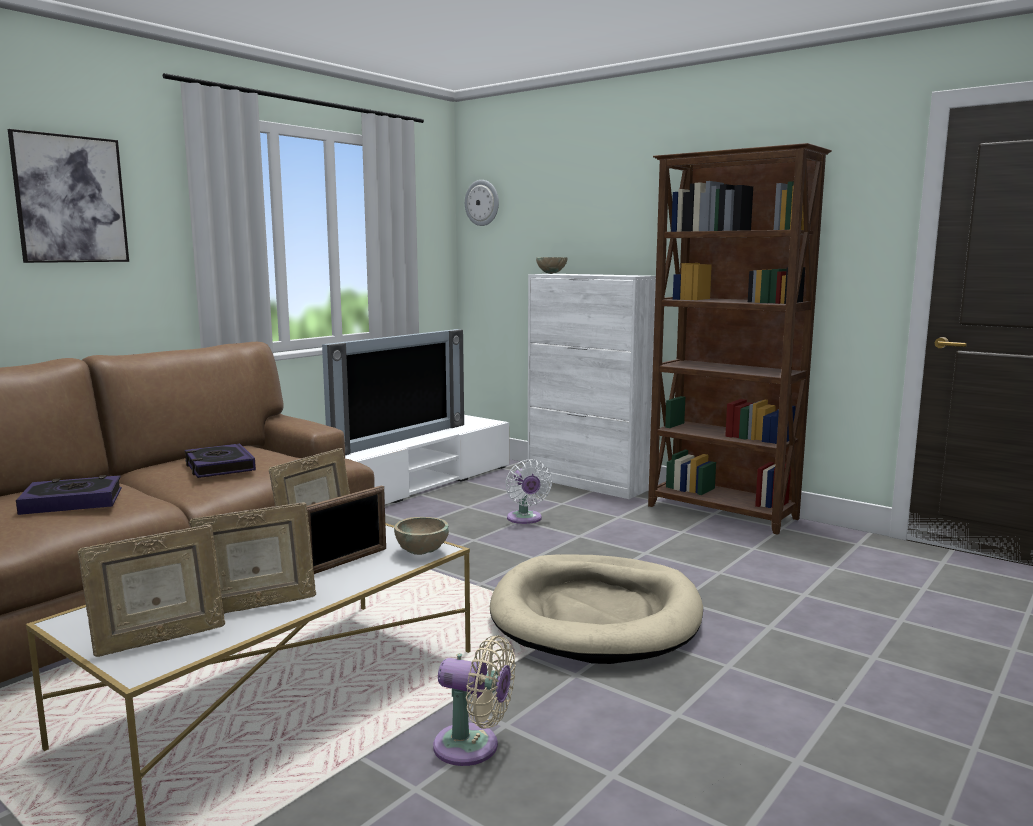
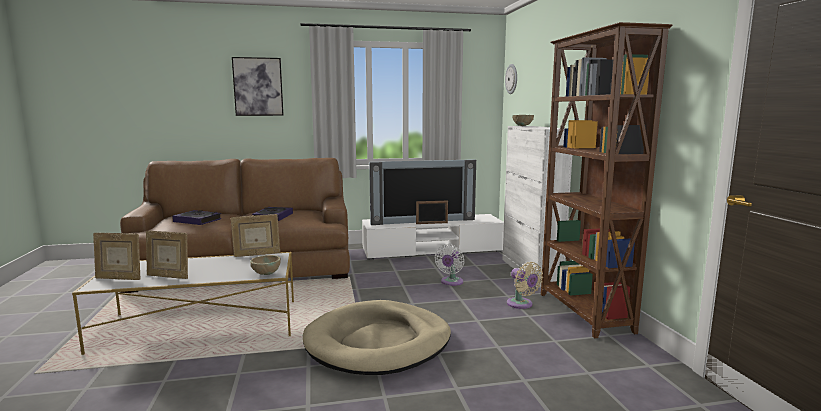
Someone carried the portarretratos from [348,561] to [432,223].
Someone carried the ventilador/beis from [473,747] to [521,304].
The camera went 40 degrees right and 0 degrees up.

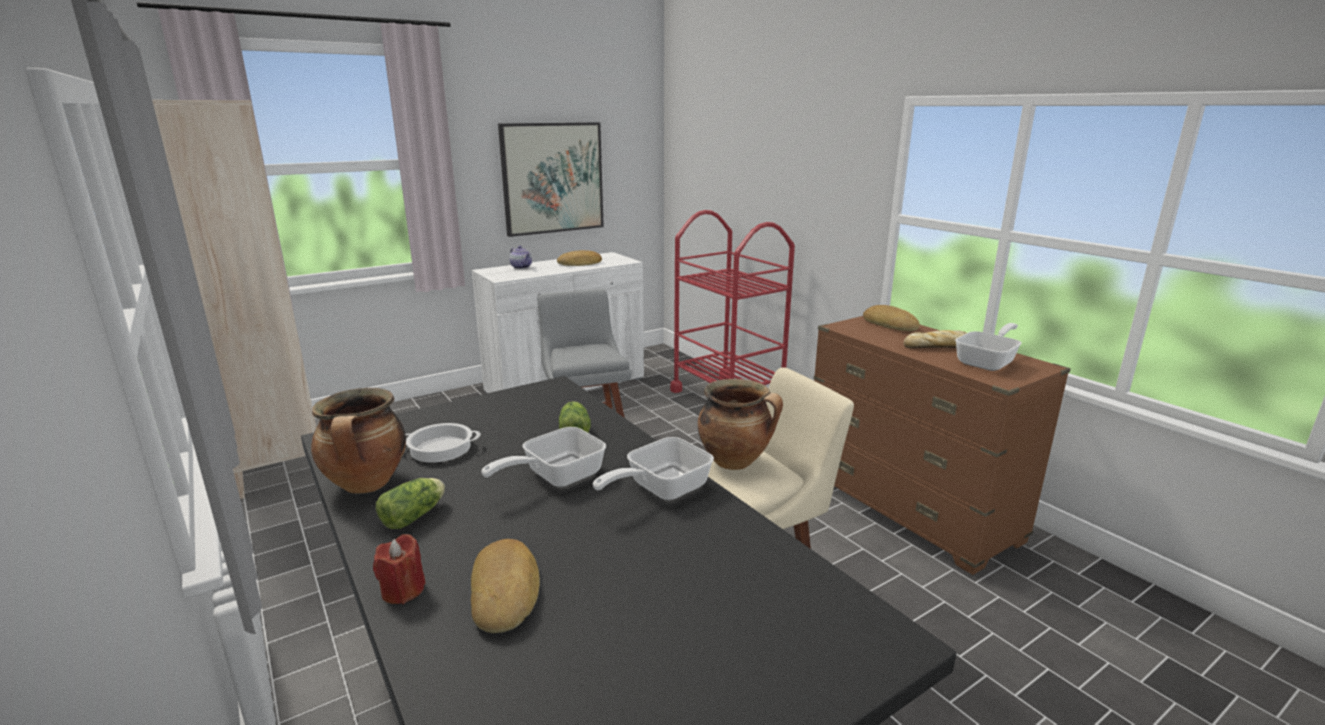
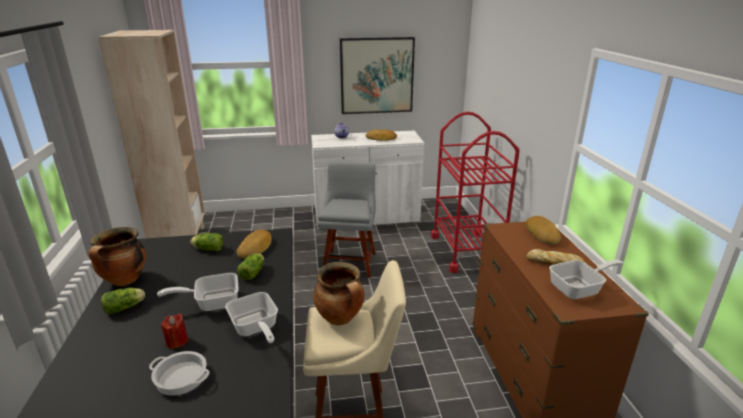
Someone carried the vela/rojo from [403,590] to [177,341].
Someone carried the olla from [441,448] to [181,377].
Someone carried the pan from [506,591] to [255,248].
Someone rotated the sartén at [660,489] by 105 degrees counterclockwise.
Someone put down the lechuga at [207,249].
The camera went 25 degrees right and 5 degrees up.

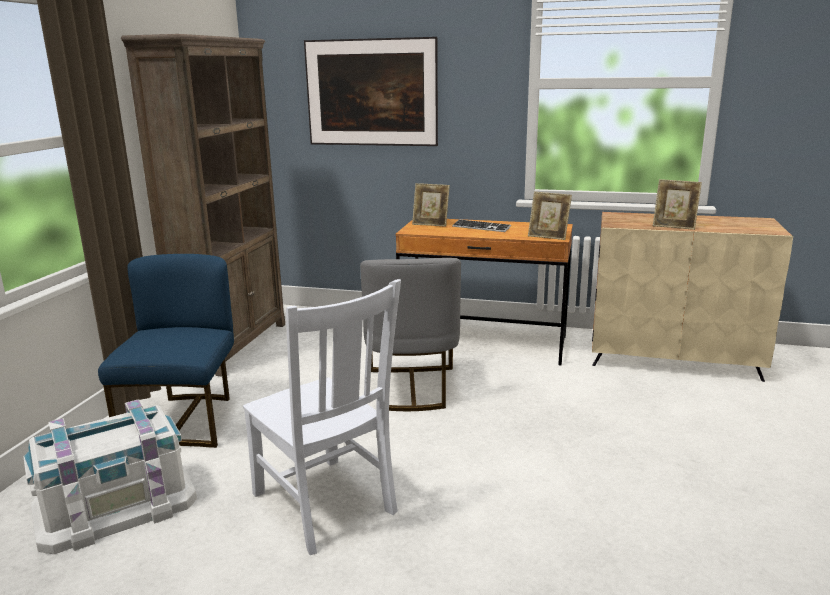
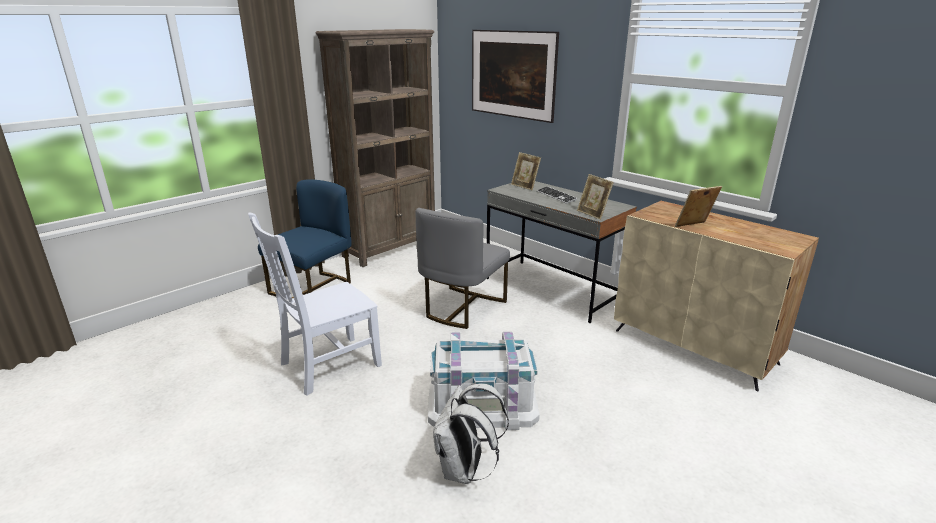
Someone carried the caja de almacenaje/blanco from [116,504] to [482,403].
Someone rotated the silla/blanco at [326,505] by 60 degrees clockwise.
Someone repainted the escritorio/marrón at [483,343], which became the escritorio/gris at [552,290].
Someone rotated the portarretratos at [674,226] by 105 degrees clockwise.
Someone put down the mochila/blanco at [465,470].
The camera went 30 degrees right and 5 degrees up.

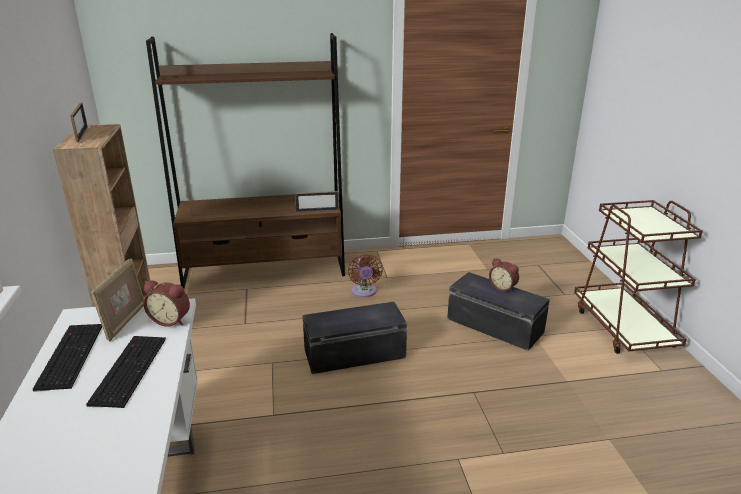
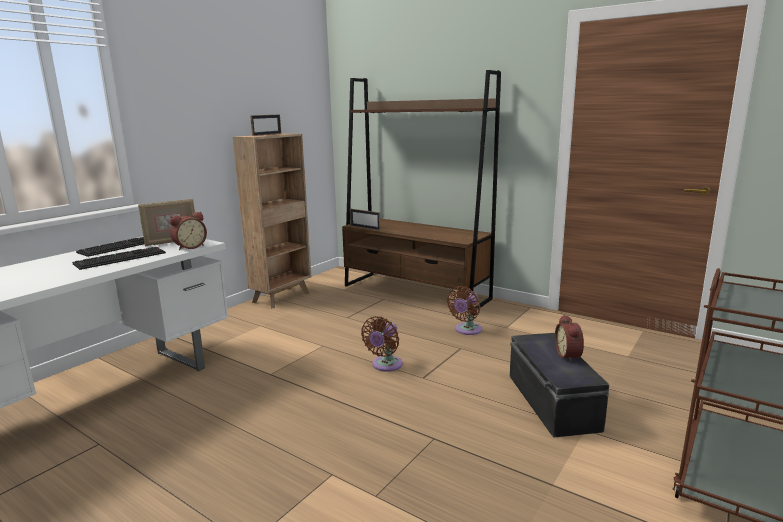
Someone rotated the despertador at [171,320] by 105 degrees counterclockwise.
Someone carried the portarretratos from [317,211] to [365,227].
Someone swapped the caja de almacenaje/negro at [355,354] for the ventilador/marrón at [385,365].
The camera went 45 degrees right and 10 degrees down.

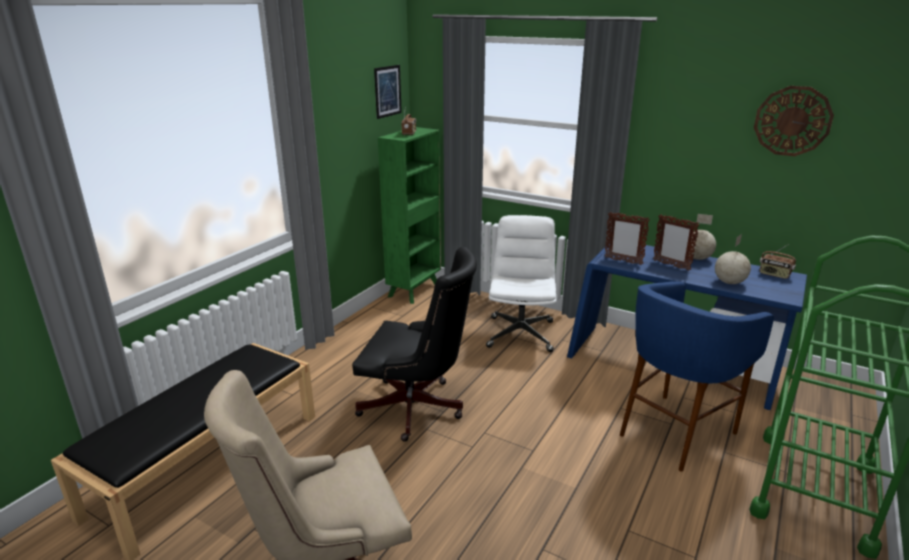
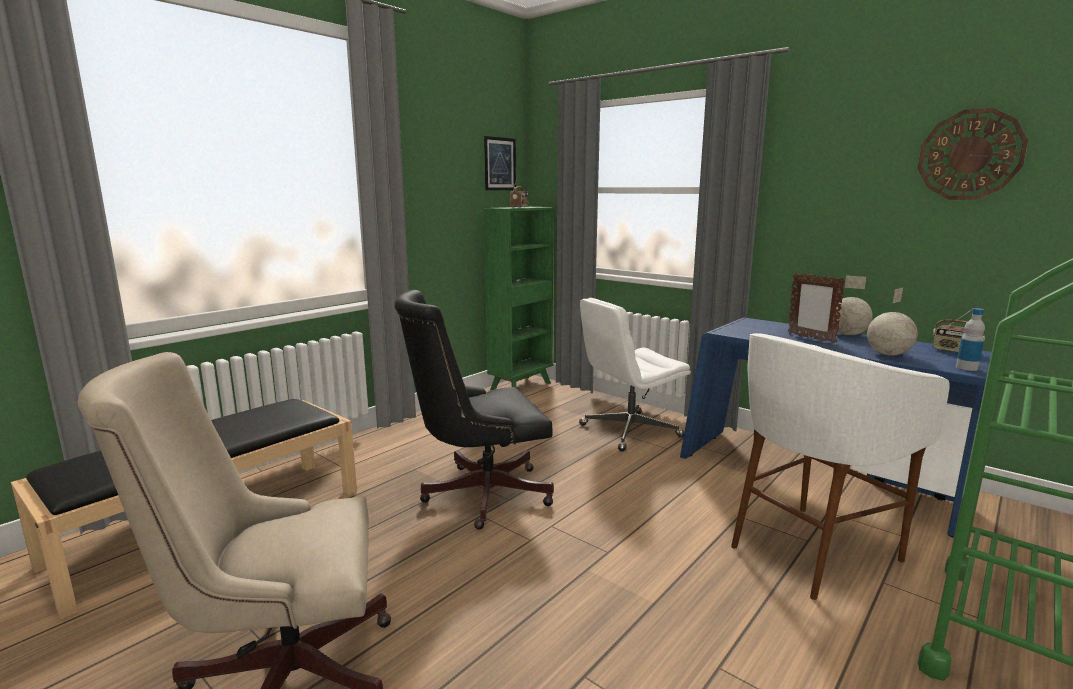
Someone rotated the silla de oficina/negro at [417,409] by 135 degrees clockwise.
Someone rotated the silla de oficina/blanco at [520,333] by 135 degrees counterclockwise.
Someone took away the portarretratos at [623,261].
Someone repainted the taburete/azul at [674,432], which became the taburete/blanco at [811,551].
Someone put down the botella at [966,368].
The camera went 10 degrees right and 10 degrees down.

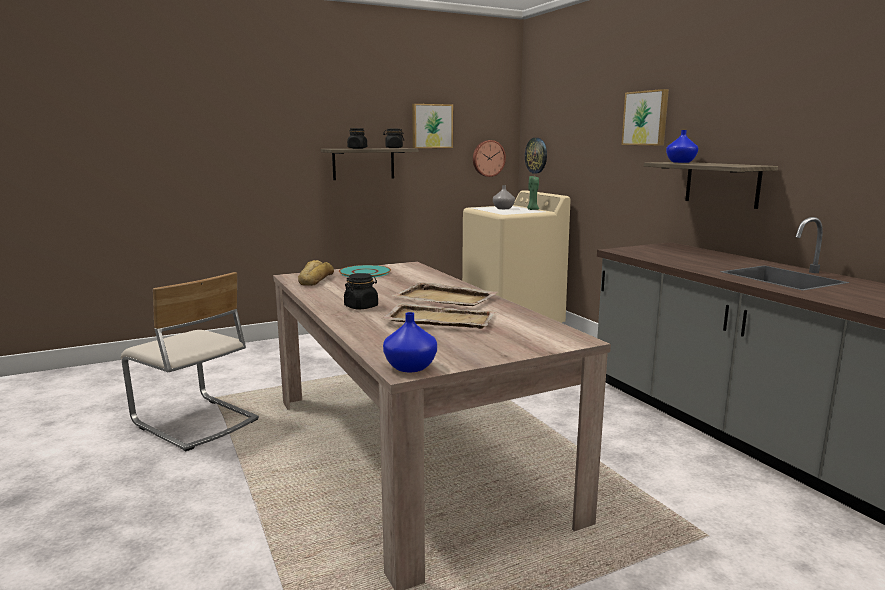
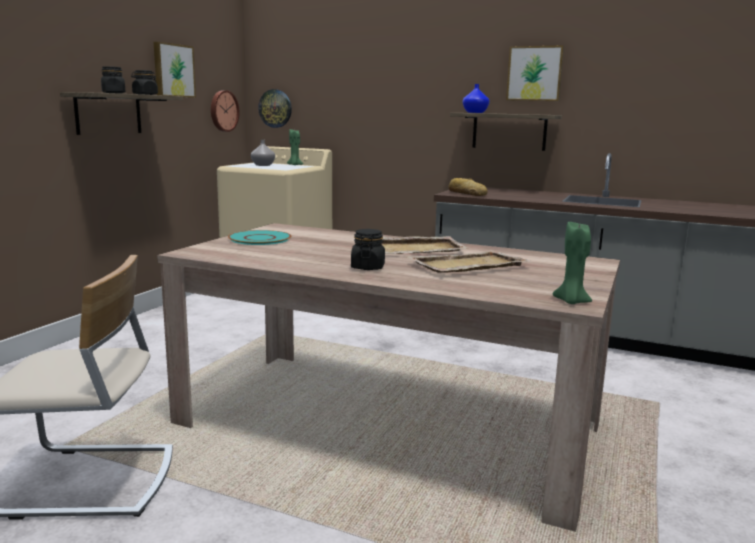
Someone carried the pan from [314,280] to [466,193].
Someone swapped the florero/azul at [410,367] for the vela/verde at [571,302].
Someone carried the cuadro from [646,118] to [535,73].
The camera went 40 degrees left and 0 degrees up.

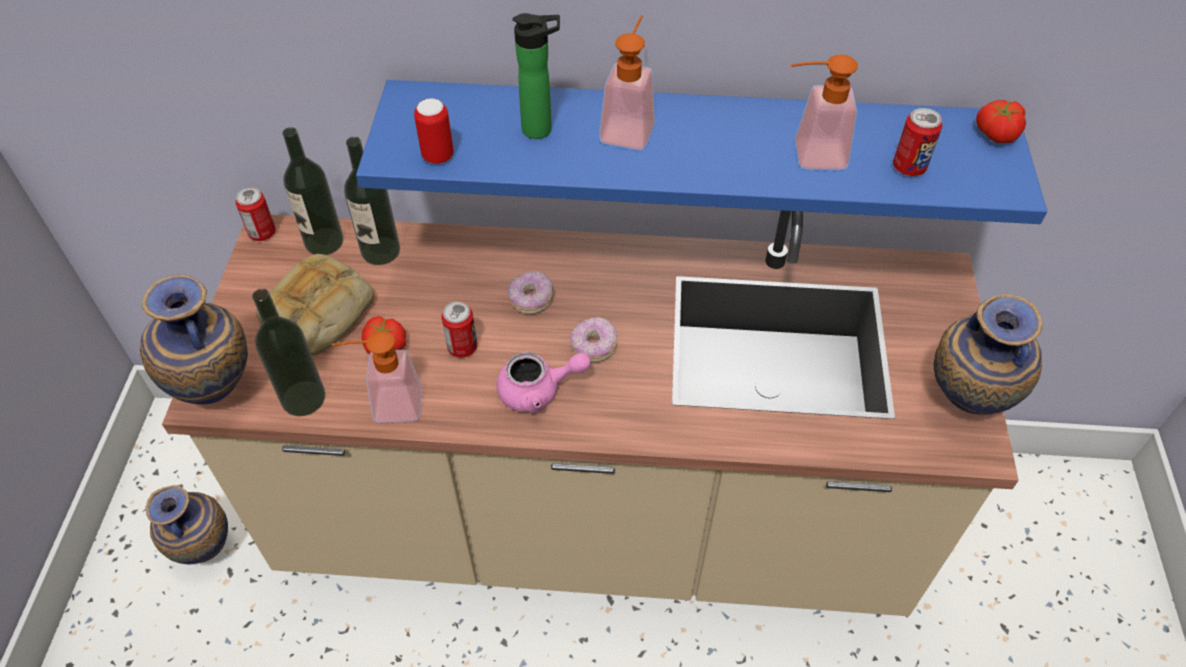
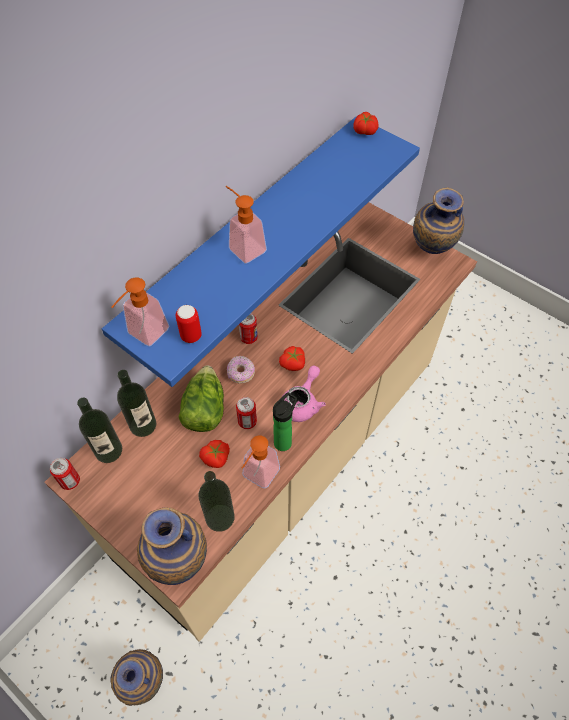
Someone took away the pan at [318,313].
Someone carried the botella from [541,129] to [284,441].
Someone swapped the rosquilla at [593,346] for the tomate at [293,364].
Someone carried the dispensador de jabón from [809,155] to [144,335].
Someone carried the lata from [909,167] to [248,338].
Someone put down the lechuga at [204,409].
The camera went 55 degrees left and 5 degrees up.

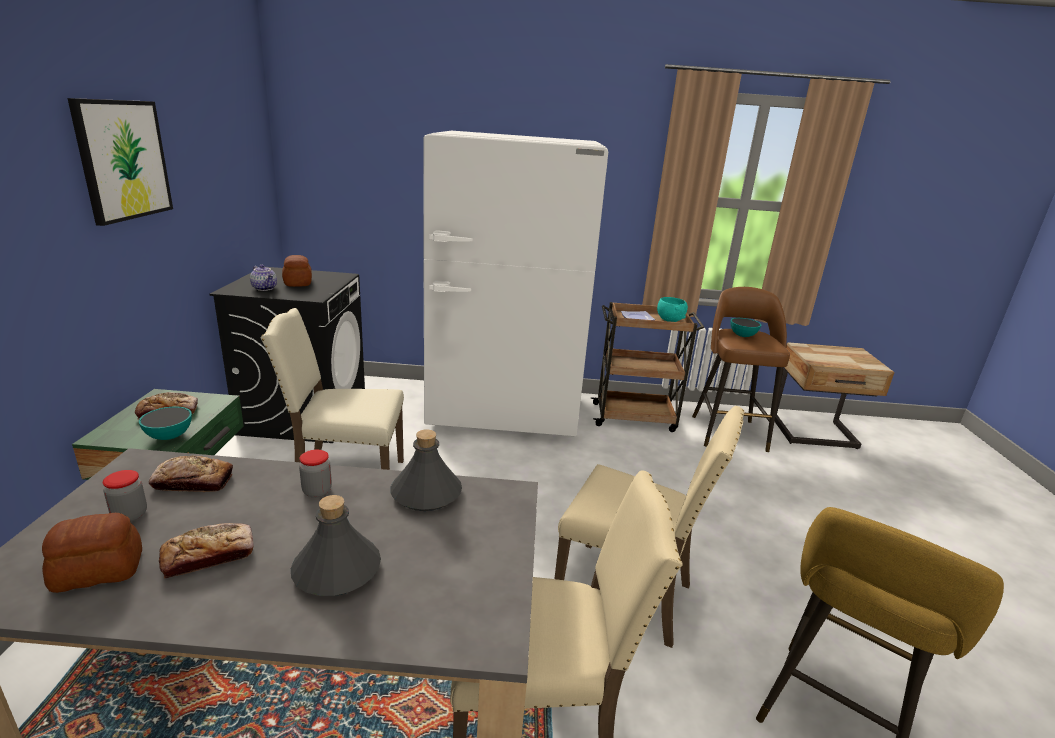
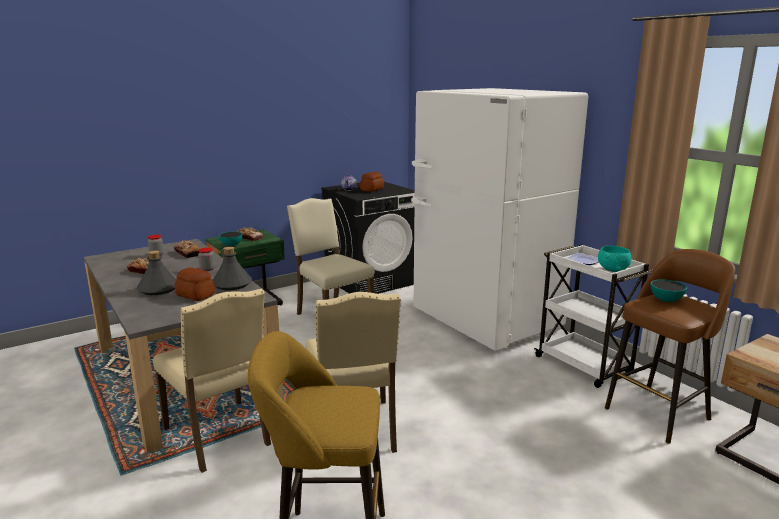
Someone carried the pan from [98,571] to [195,295].
Someone took away the cuadro at [123,160].
Someone repainted the carrito/marrón at [635,417], which became the carrito/blanco at [584,366].
The camera went 55 degrees right and 5 degrees down.

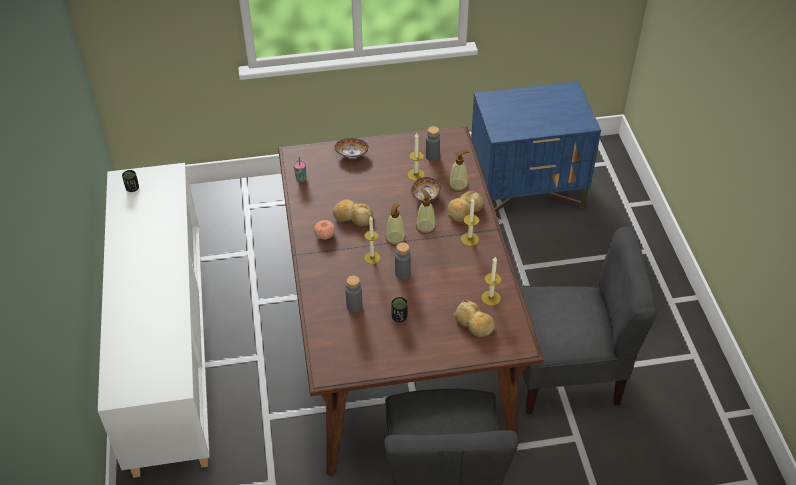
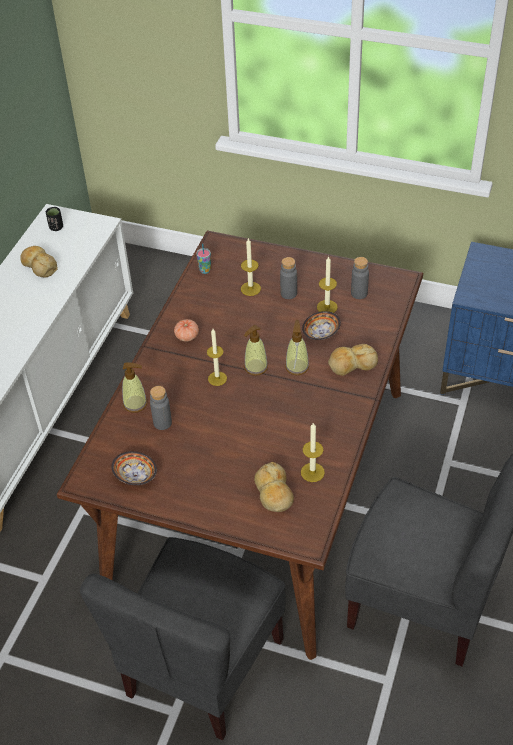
Someone carried the pan from [353,217] to [39,266].
Someone carried the cuenco from [352,154] to [135,477].
Someone took away the taza/negro at [399,317].
Someone carried the botella/gris from [402,273] to [288,293].
Someone carried the dispensador de jabón from [458,185] to [135,404].
Someone carried the vela from [469,239] to [250,288].
The camera went 30 degrees right and 0 degrees up.

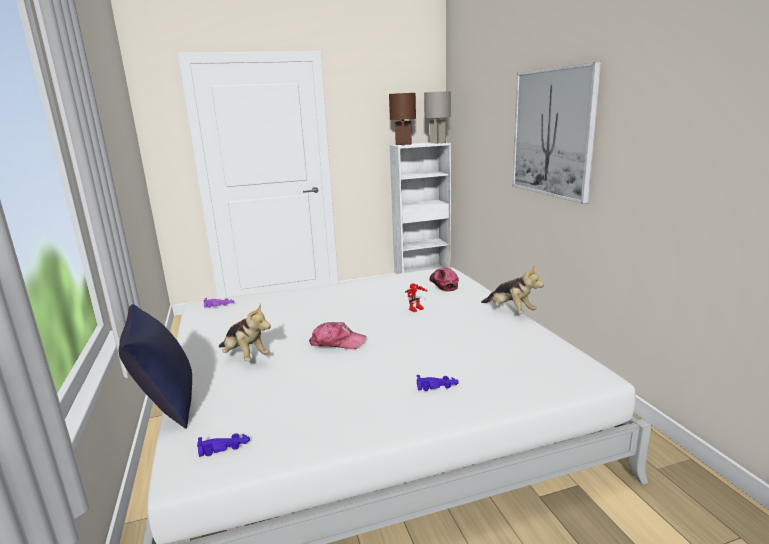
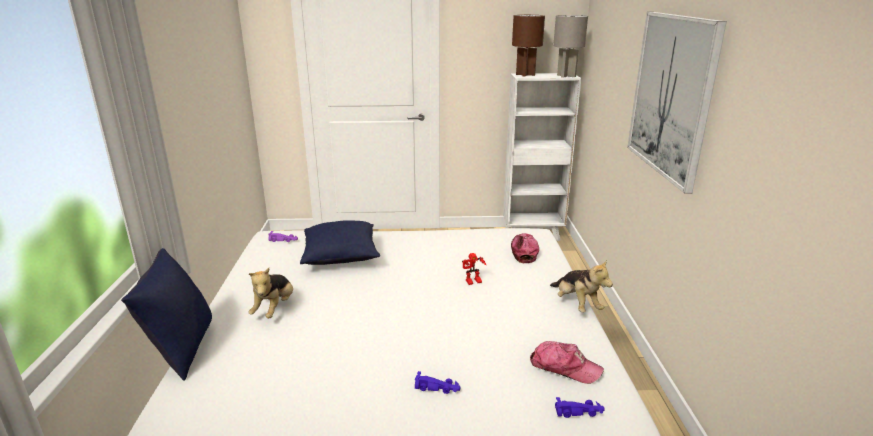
Someone carried the coche de juguete/morado from [225,447] to [579,412].
Someone rotated the peluche at [245,357] by 45 degrees clockwise.
Someone carried the gorra from [337,342] to [564,367].
Someone put down the cojín/azul at [341,257].
The camera went 15 degrees right and 5 degrees up.

